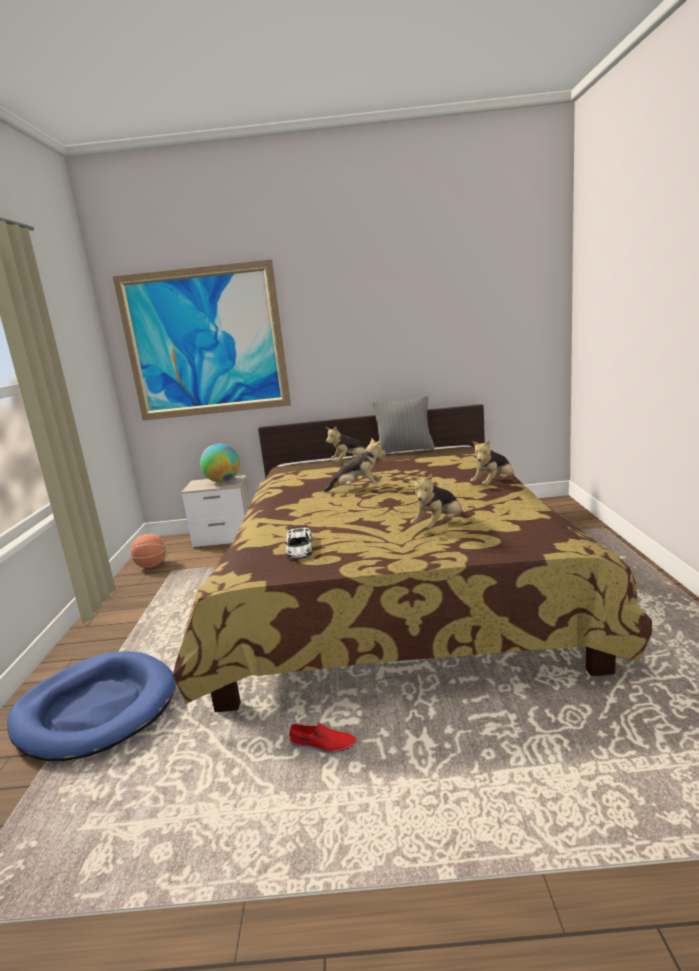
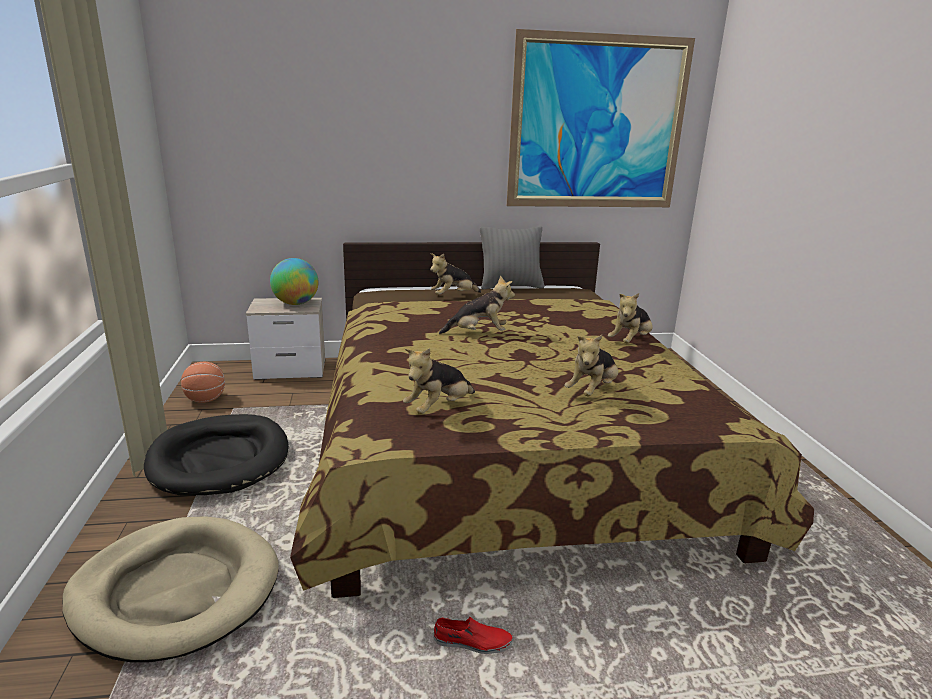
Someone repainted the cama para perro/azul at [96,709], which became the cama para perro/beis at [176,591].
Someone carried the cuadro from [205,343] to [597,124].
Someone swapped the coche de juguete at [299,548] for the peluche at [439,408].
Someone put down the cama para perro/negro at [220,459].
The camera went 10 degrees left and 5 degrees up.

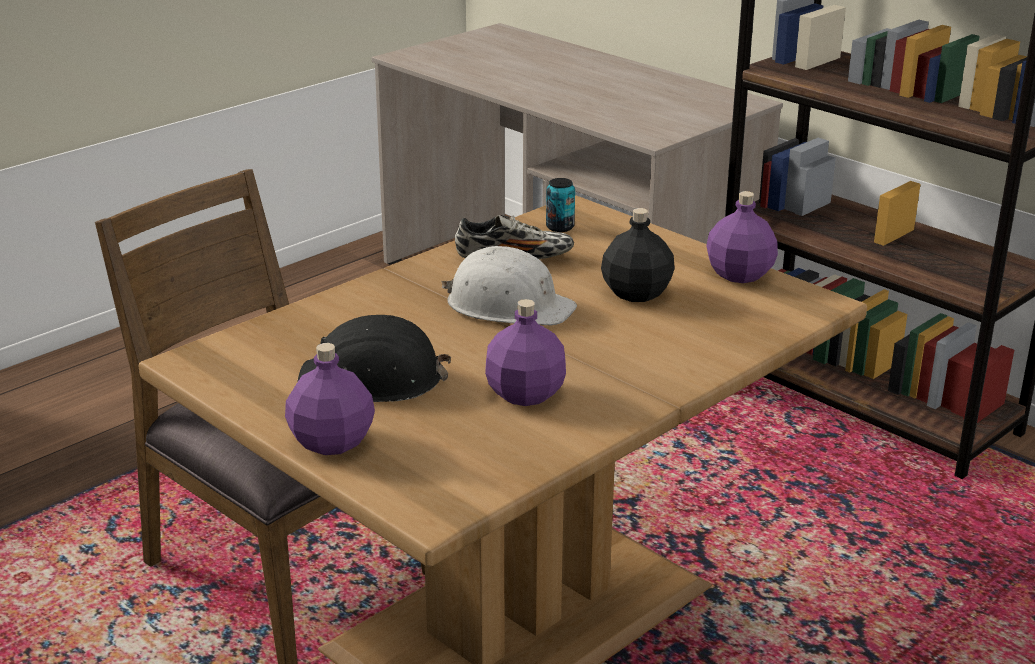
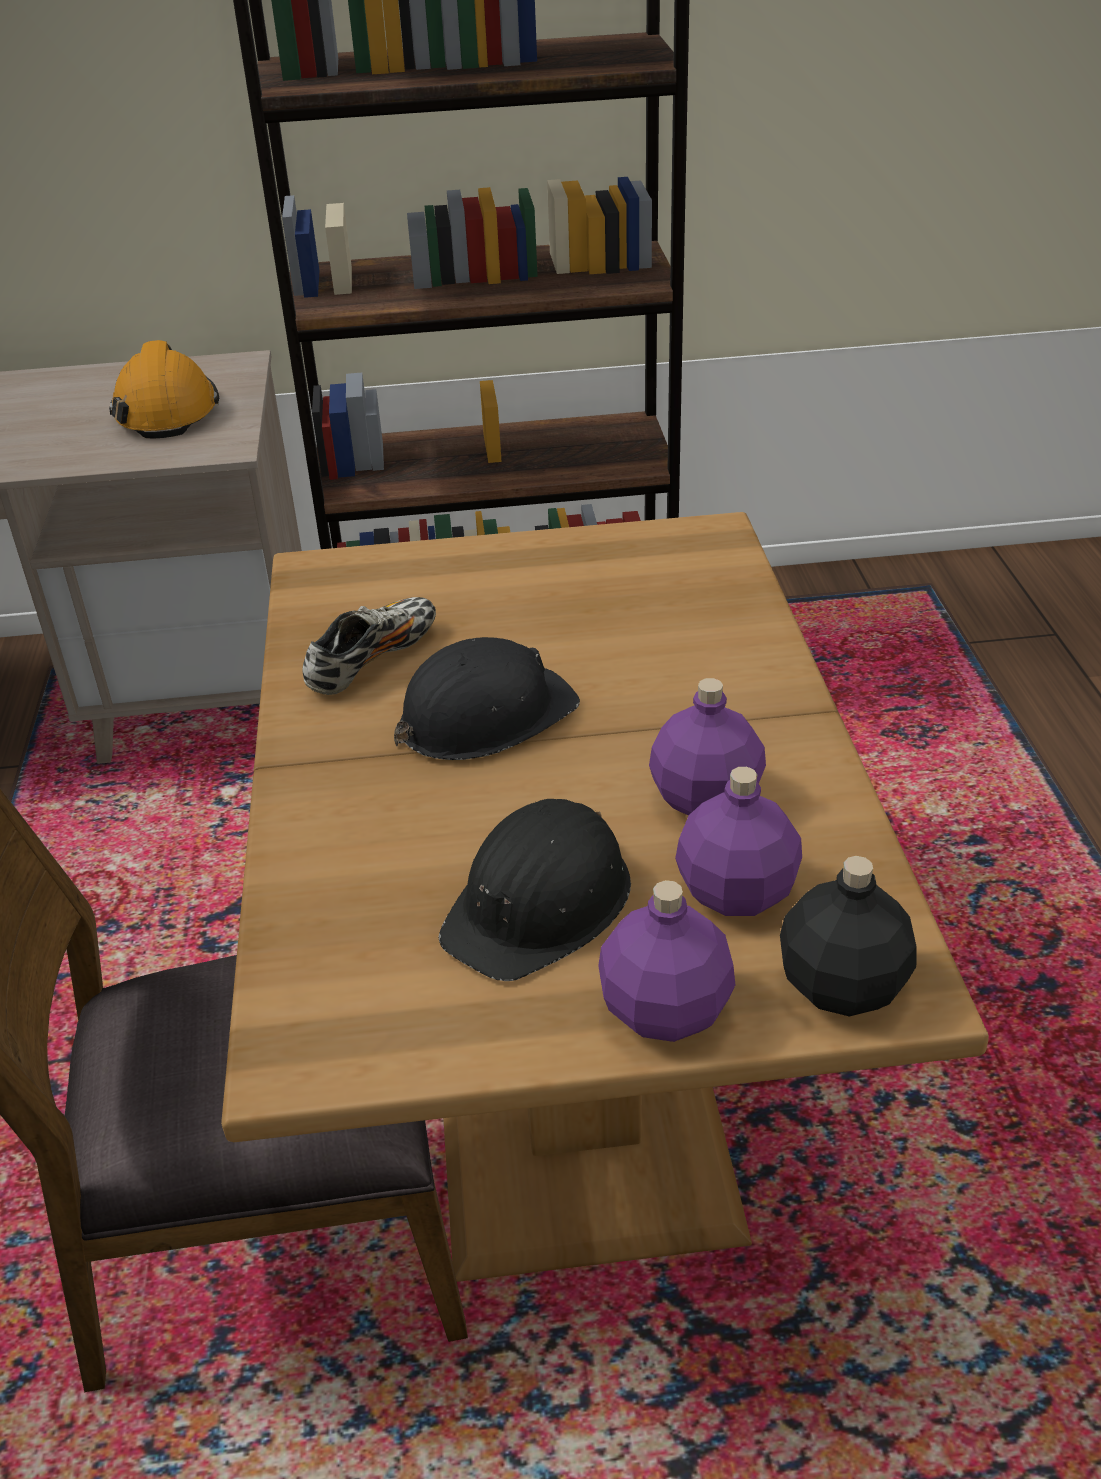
Someone repainted the casco/blanco at [508,305], which became the casco/negro at [484,717].
Someone took away the lata at [560,227].
Someone carried the botella/negro from [636,294] to [843,987].
Someone carried the botella/morado from [739,275] to [738,893].
Someone put down the casco/naranja at [166,411].
The camera went 50 degrees left and 10 degrees up.

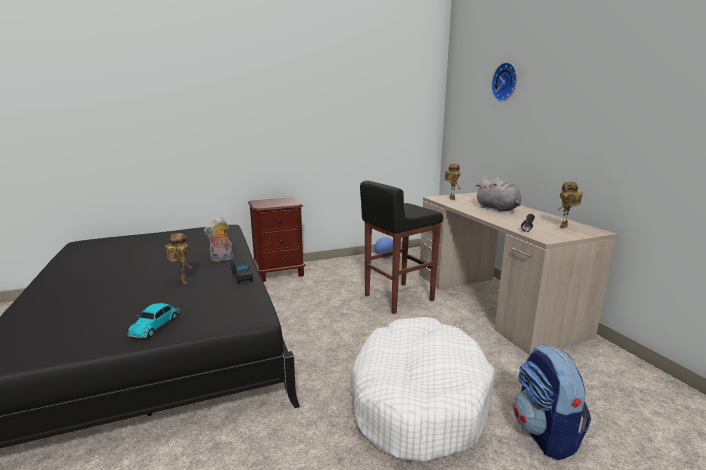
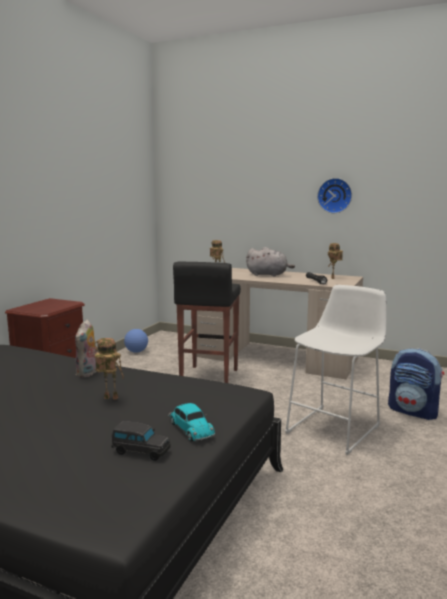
Someone carried the coche de juguete/negro from [242,277] to [140,451].
Someone swapped the cama para perro/blanco at [417,399] for the taburete/blanco at [336,427].
Someone carried the reloj de pared from [506,82] to [335,195].
The camera went 45 degrees left and 5 degrees down.

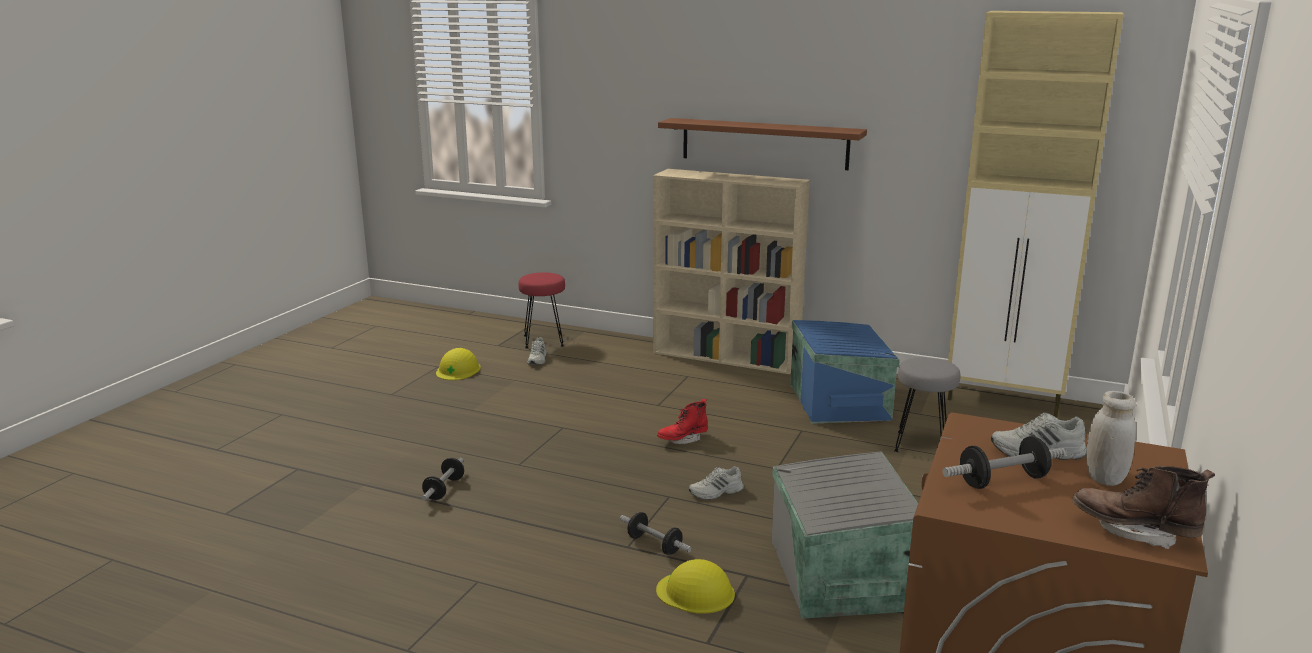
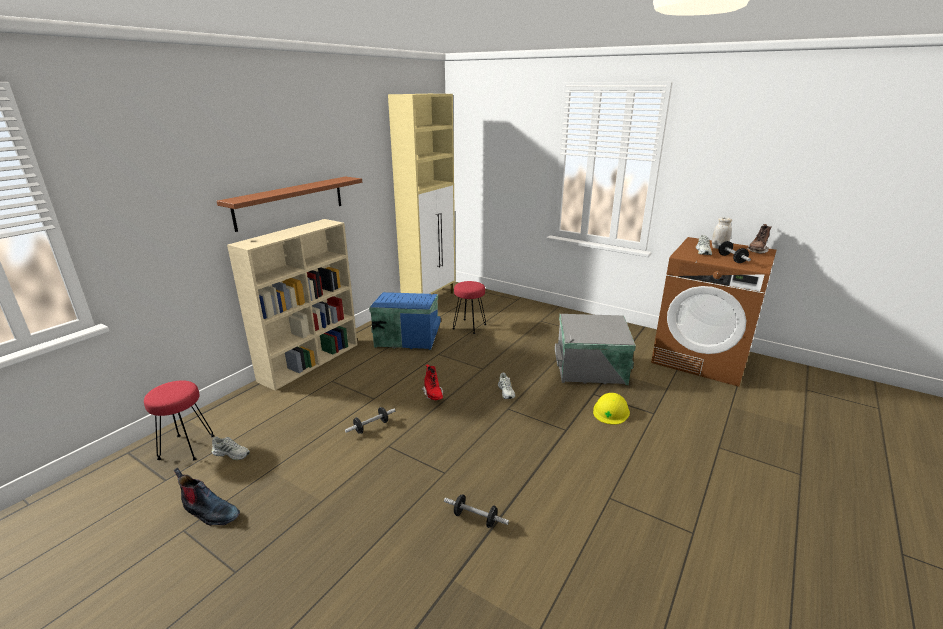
Someone swapped the casco/amarillo at [458,370] for the bota at [209,512].
Someone carried the mancuerna from [654,545] to [371,427].
Someone repainted the taburete/gris at [922,445], which became the taburete/rojo at [469,326].
The camera went 80 degrees left and 5 degrees up.

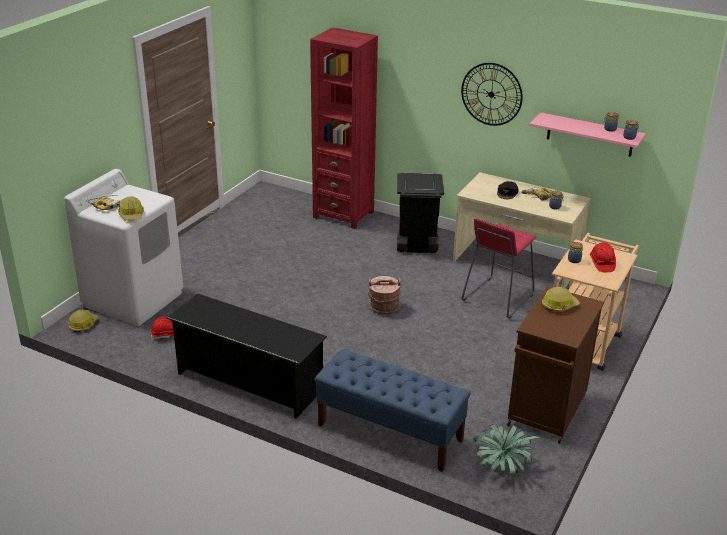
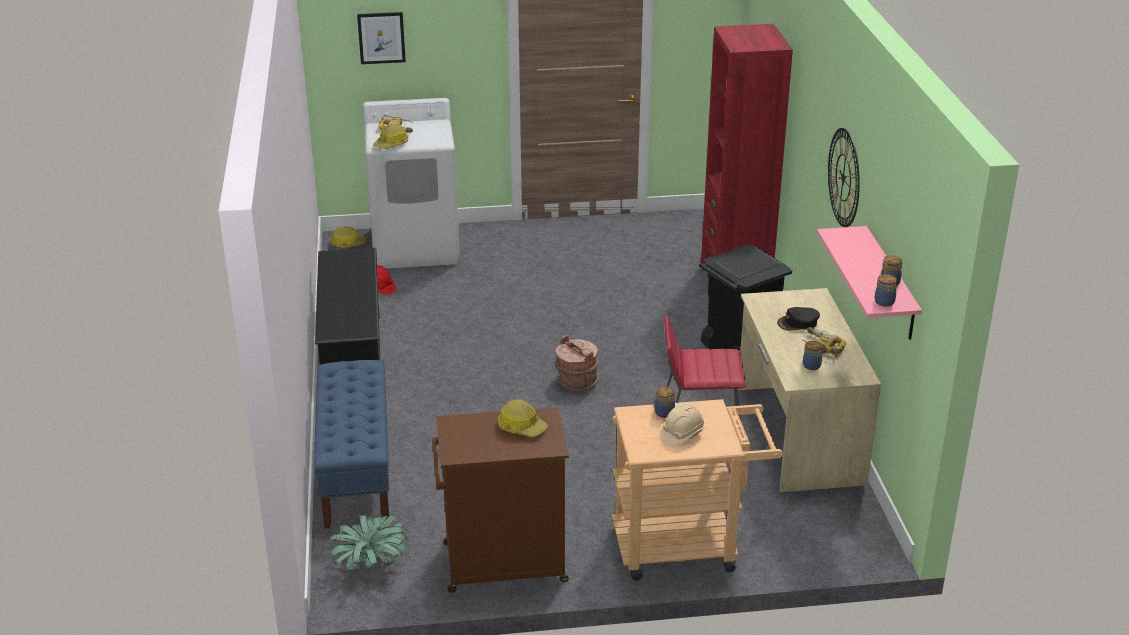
Someone repainted the casco/rojo at [601,264], which became the casco/beis at [681,435].
Someone put up the cuadro at [381,37].
The camera went 55 degrees right and 0 degrees up.

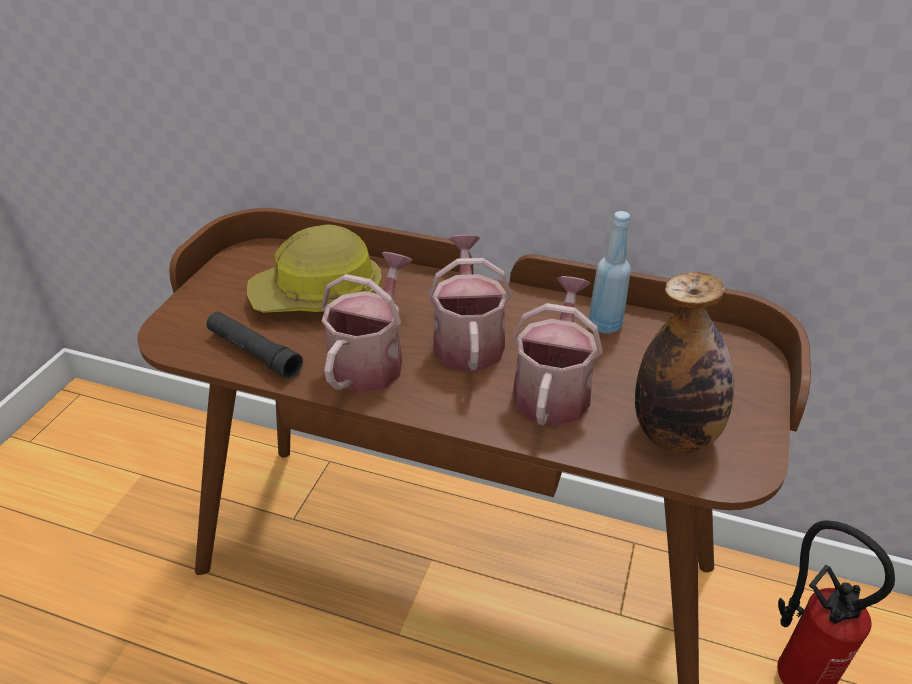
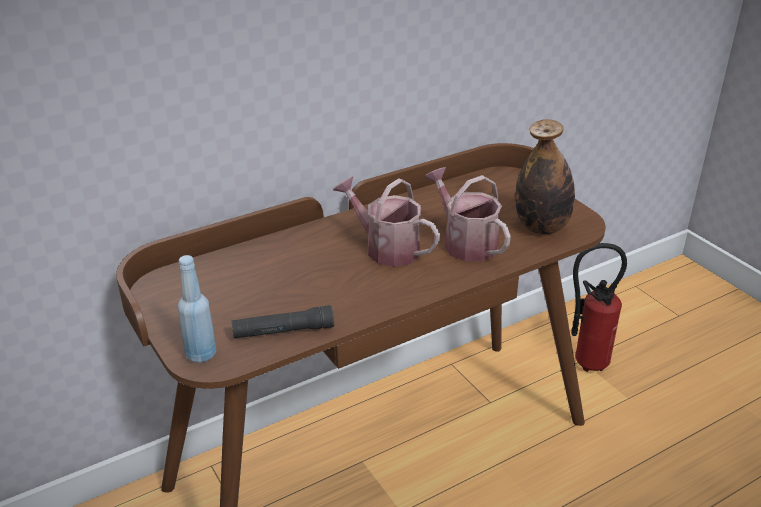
Someone took away the casco at [318,295].
Someone took away the regadera at [371,359].
Someone carried the botella/azul from [605,325] to [201,354].
The camera went 50 degrees left and 5 degrees down.

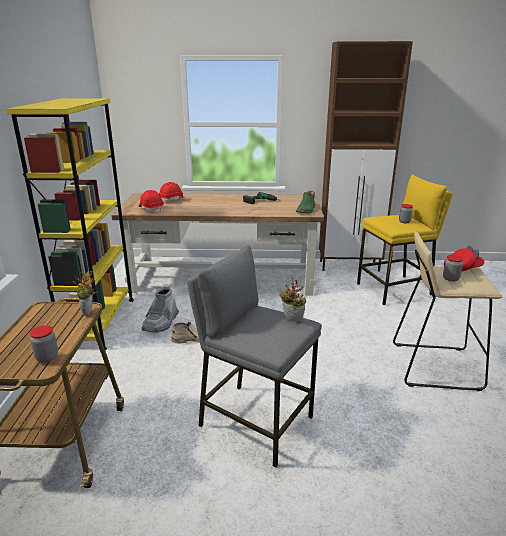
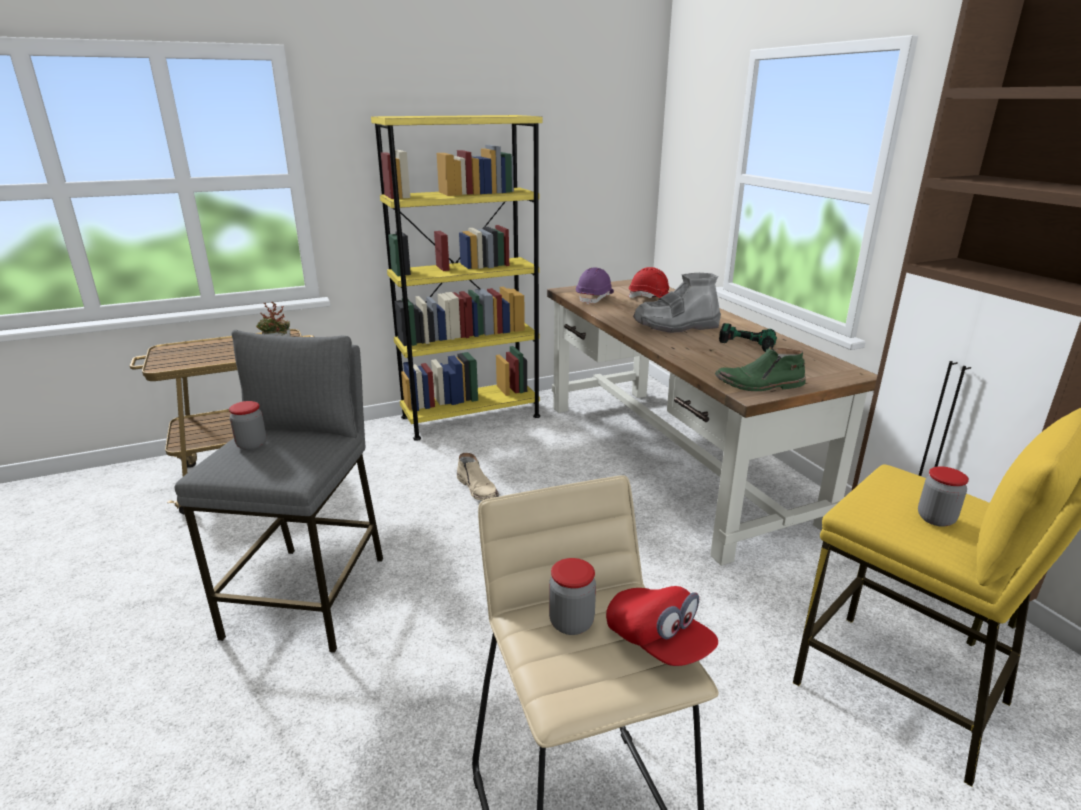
Someone carried the tarro from [47,357] to [251,444].
Someone repainted the casco/rojo at [151,209], which became the casco/morado at [595,298].
Someone carried the bota/gris from [161,323] to [676,326].
Someone took away the planta en maceta at [291,320].
The camera went 65 degrees right and 0 degrees up.

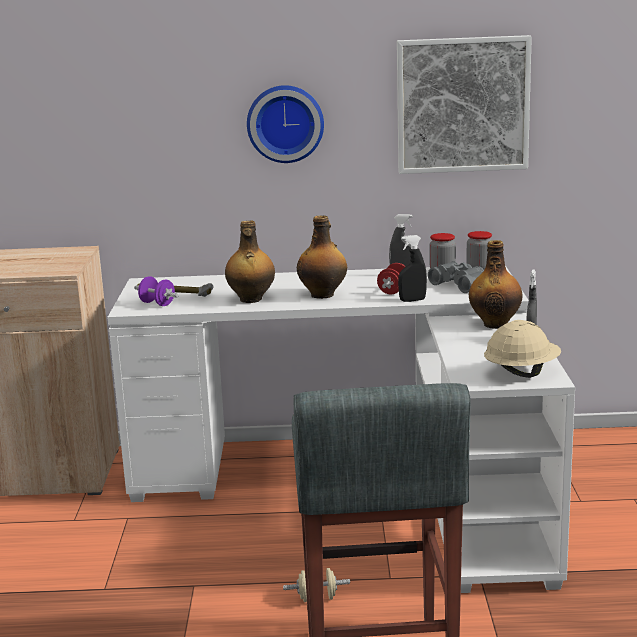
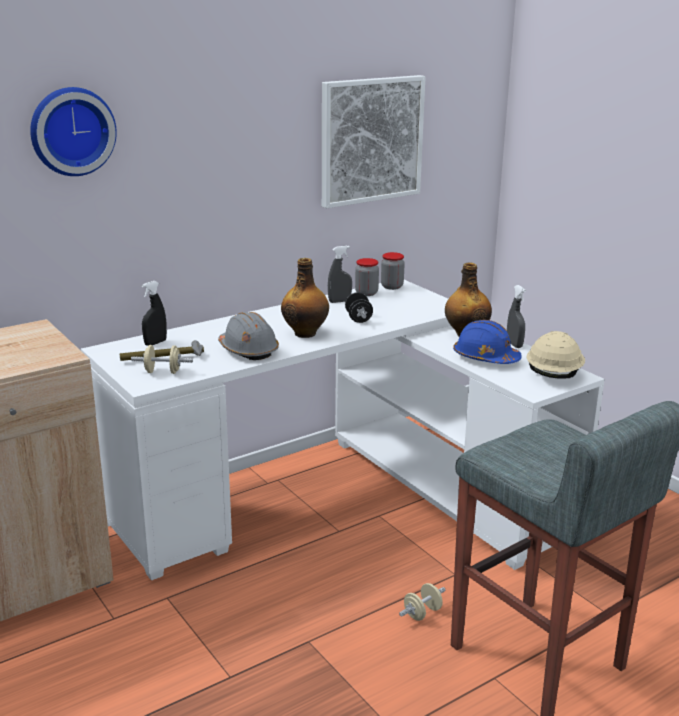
Someone repainted the mancuerna/morado at [157,304], which became the mancuerna/beis at [163,372].
Someone swapped the botella at [251,299] for the casco/gris at [248,350].
Someone carried the reloj de pared from [285,123] to [71,131].
Someone repainted the mancuerna/rojo at [393,291], which became the mancuerna/negro at [358,319].
Someone carried the pulverizador/negro from [412,300] to [155,343].
Someone took away the prismáticos/gris at [461,285].
Someone put down the casco/azul at [485,358].
The camera went 35 degrees left and 5 degrees up.

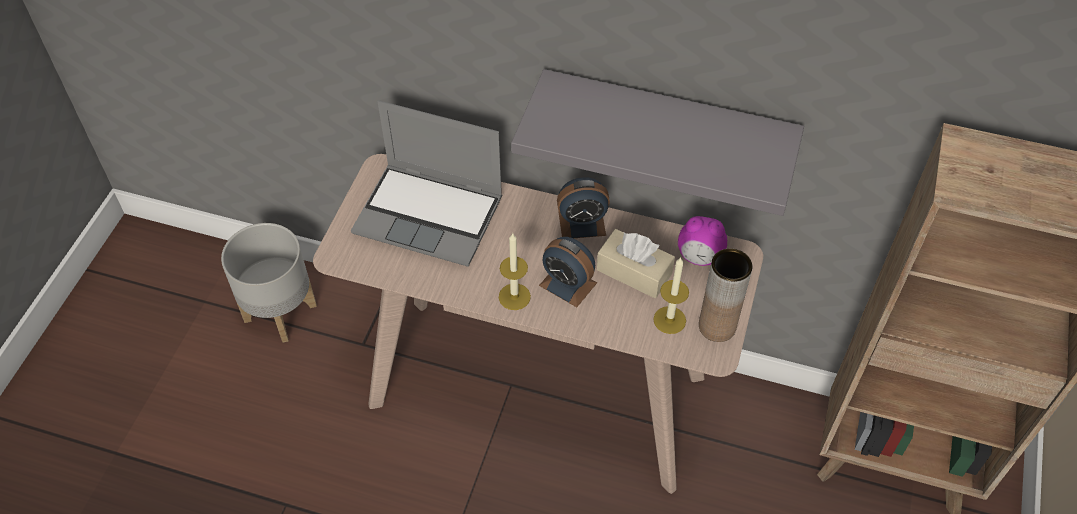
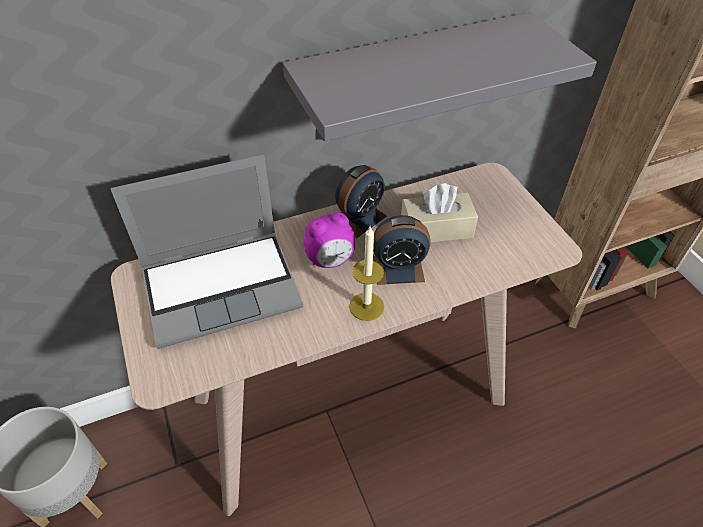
Someone took away the vela at [669,320].
Someone carried the despertador from [699,257] to [330,260].
Someone took away the florero/marrón at [717,326].
The camera went 40 degrees left and 5 degrees down.

